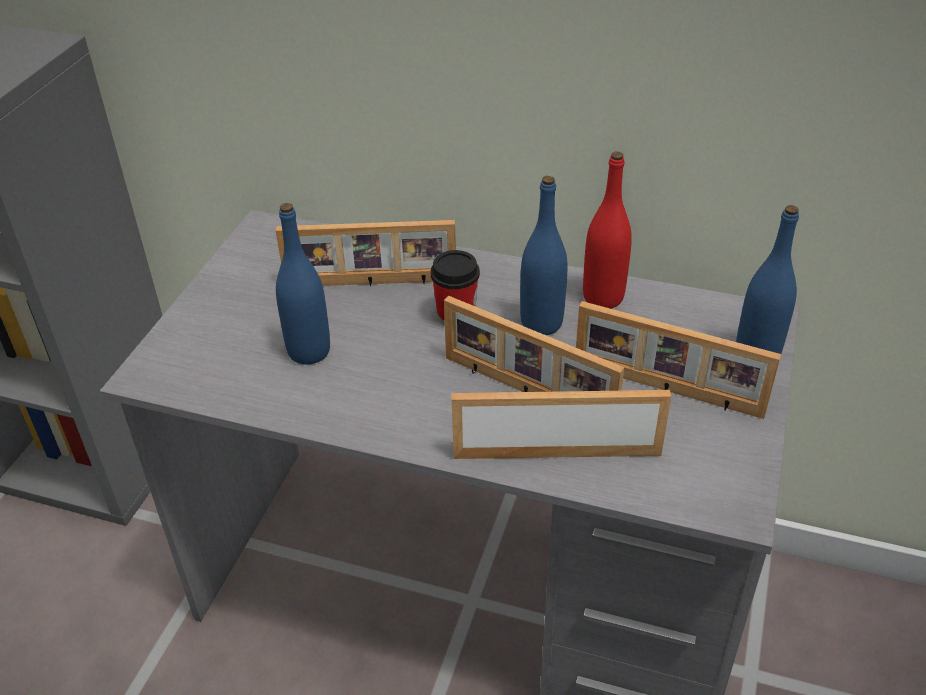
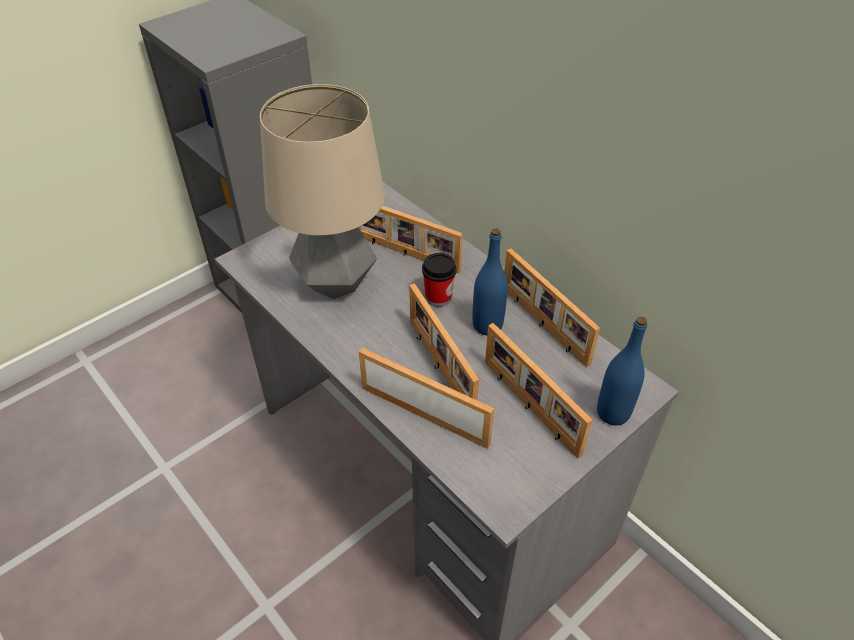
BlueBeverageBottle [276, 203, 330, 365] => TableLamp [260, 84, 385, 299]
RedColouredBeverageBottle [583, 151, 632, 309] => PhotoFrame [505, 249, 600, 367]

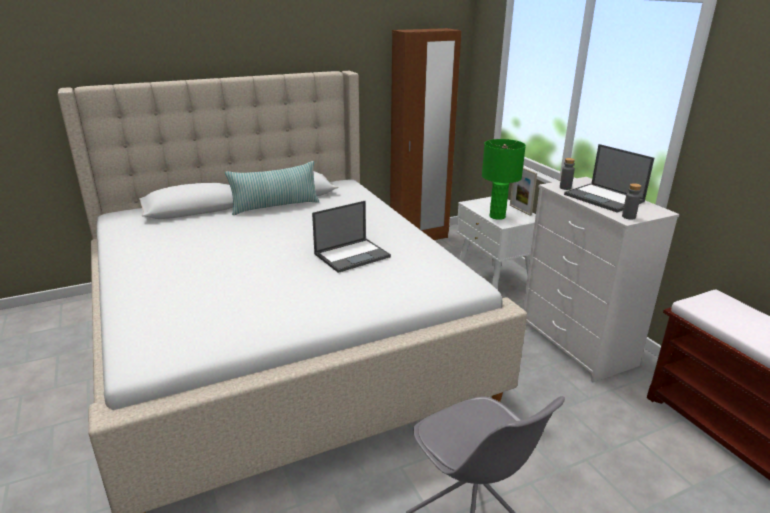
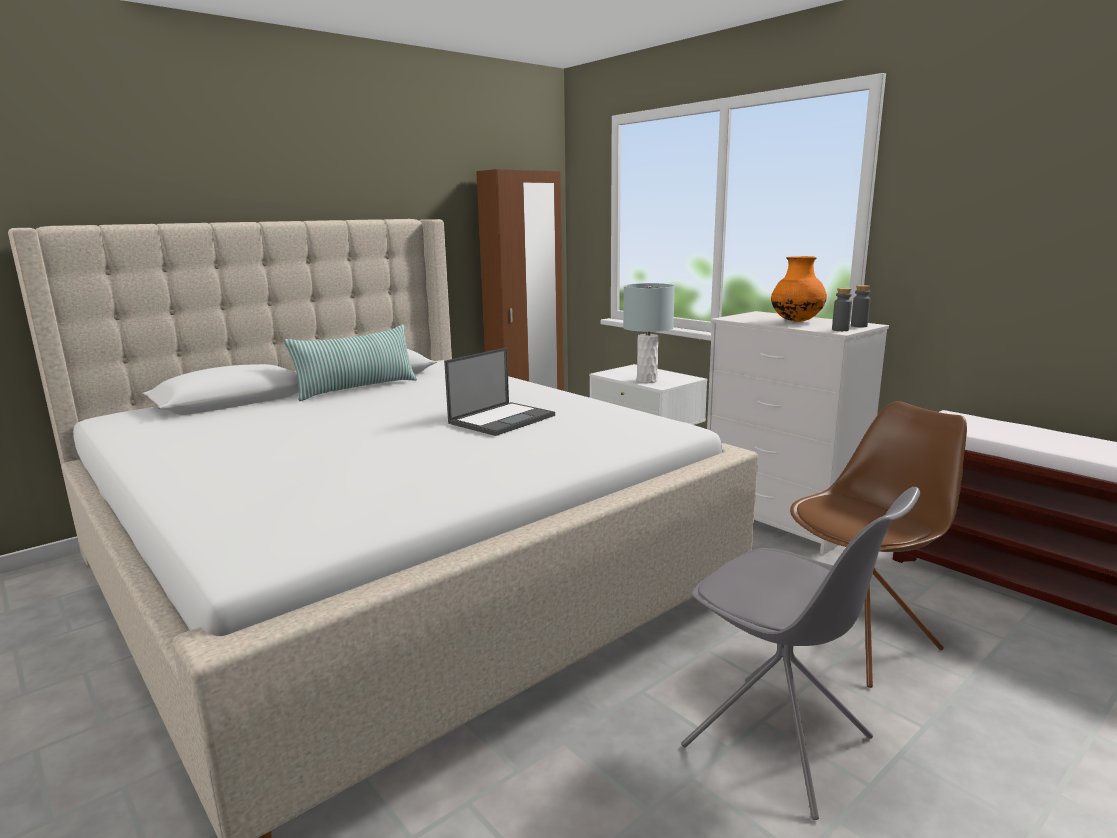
GreenishTableLamp [482, 139, 526, 220] => GreyTableLamp [623, 283, 675, 383]
NotebookComputer [564, 144, 654, 213] => OrangeColouredVase [771, 256, 827, 322]
nothing => BrownUprightChair [790, 401, 967, 688]
GreyBeverageBottle [560, 158, 575, 190] => GreyBeverageBottle [851, 285, 870, 327], move
PhotoFrame [510, 168, 537, 216] => nothing

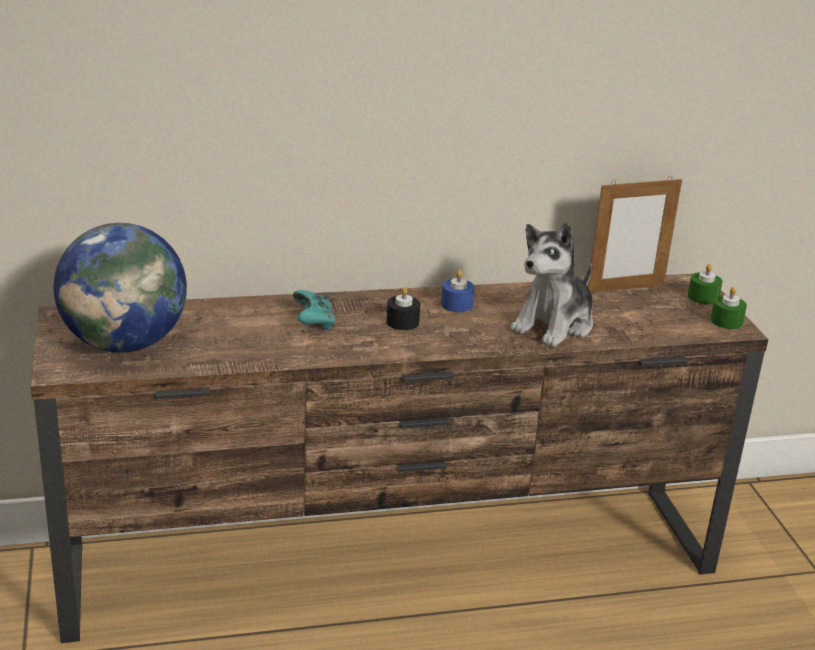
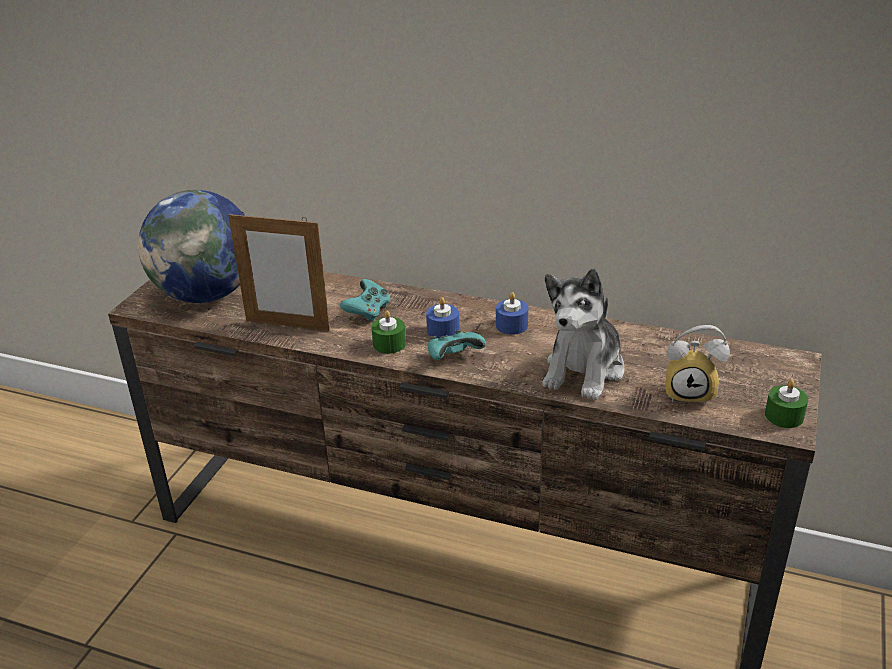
PhotoFrame [588, 176, 682, 293] => PhotoFrame [228, 211, 330, 331], move
GreenishWaxCandle [688, 264, 722, 304] => GreenishWaxCandle [371, 310, 406, 354], move
BlackColouredWaxCandle [386, 287, 420, 330] => BlueWaxCandle [426, 297, 459, 338]
nothing => TurquoiseGamepad [427, 330, 486, 360]
SoftToy [510, 222, 593, 347] => SoftToy [542, 269, 624, 400], 45 degrees counterclockwise
nothing => AlarmClock [665, 325, 730, 405]

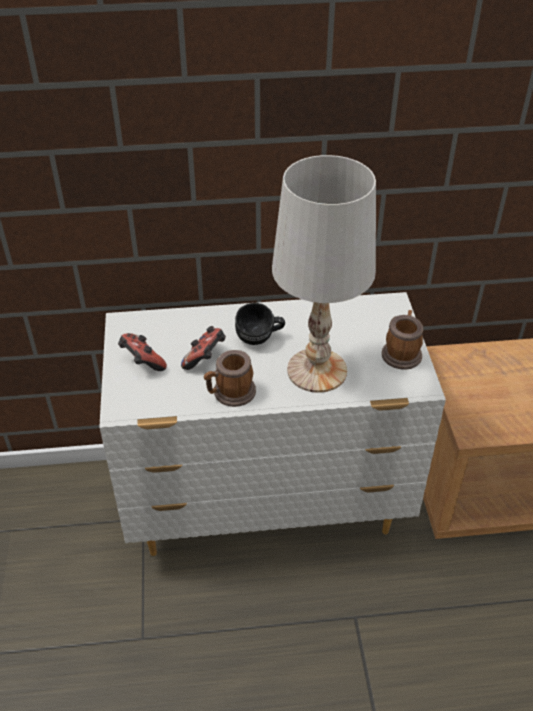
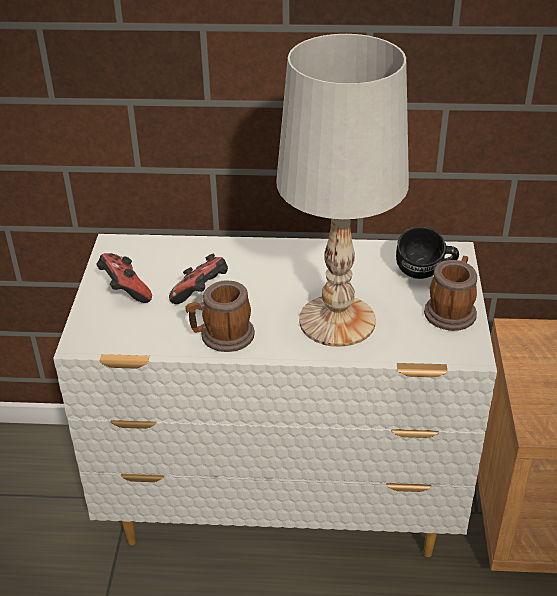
BlackColouredCoffeeMug [235, 303, 285, 345] => BlackColouredCoffeeMug [396, 227, 459, 279], move

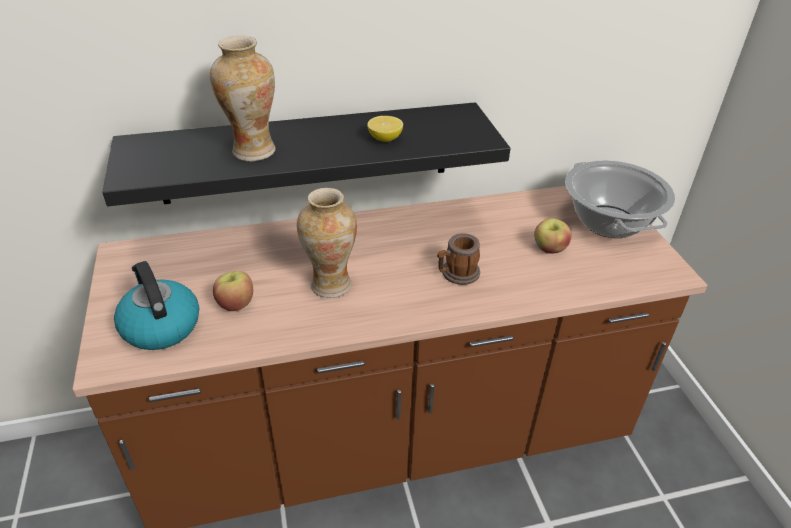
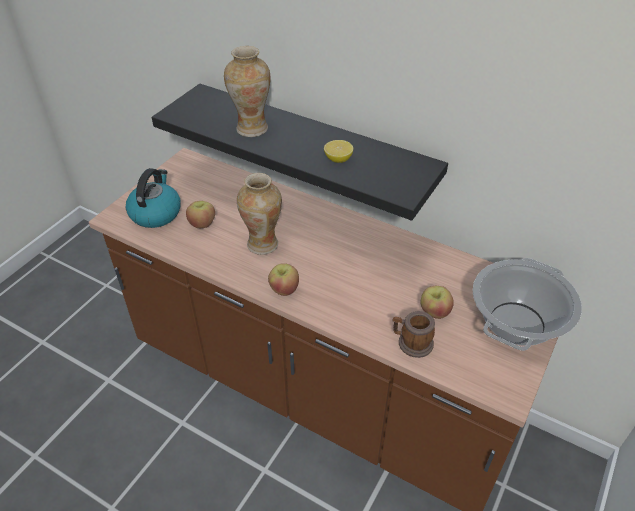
nothing => Apple [268, 263, 299, 296]
CoffeeMug [437, 233, 480, 285] => CoffeeMug [393, 311, 435, 358], move

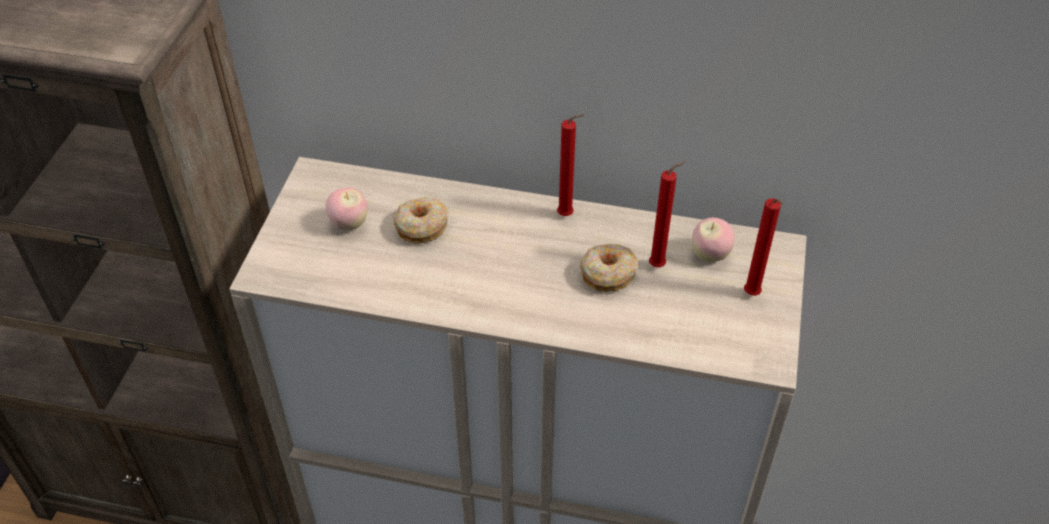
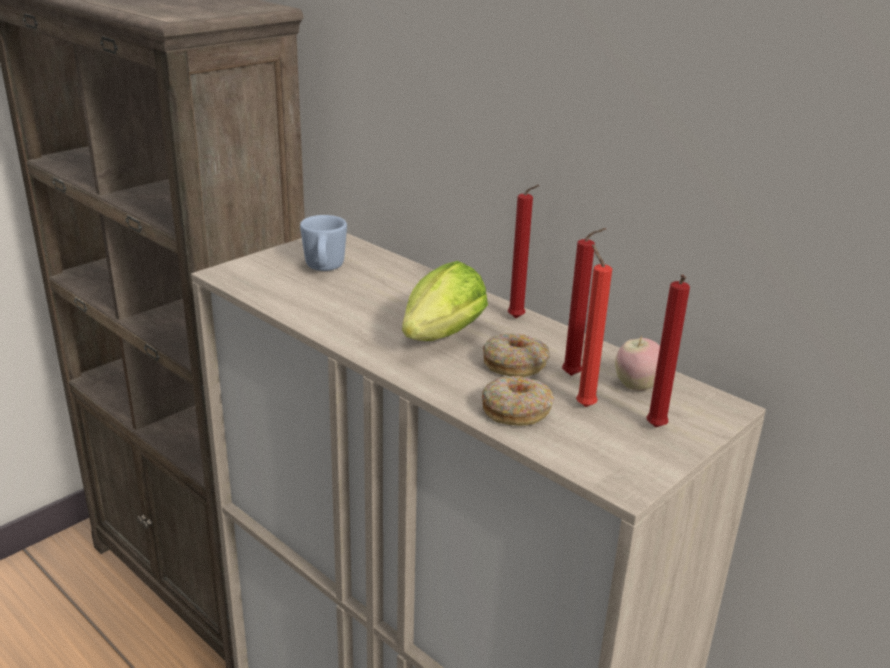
Apple [325, 187, 368, 230] => BlueCoffeeMug [300, 215, 347, 271]
nothing => HeadOfLettuce [402, 261, 488, 341]
RingDoughnut [394, 197, 449, 244] => RingDoughnut [482, 376, 554, 426], move
nothing => RedColouredWaxCandle [576, 244, 612, 407]

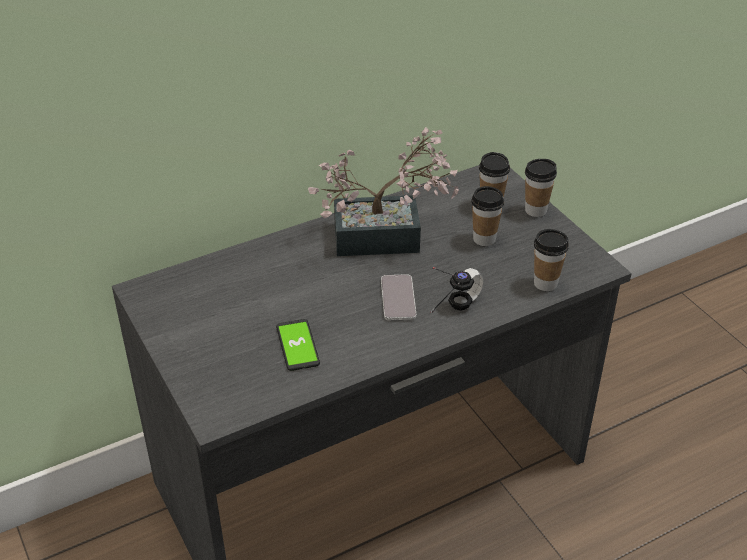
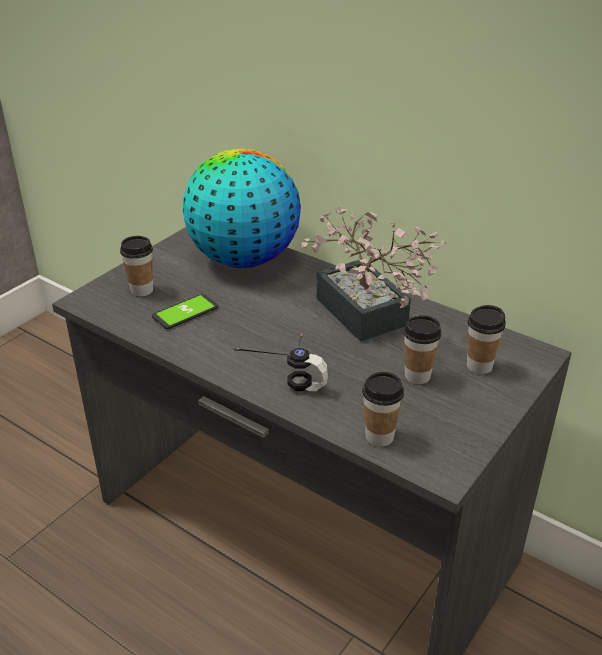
SmallCup [525, 159, 557, 217] => SmallCup [120, 236, 153, 296], move
nothing => WorldGlobe [182, 149, 301, 268]
Phone [381, 274, 416, 321] => nothing

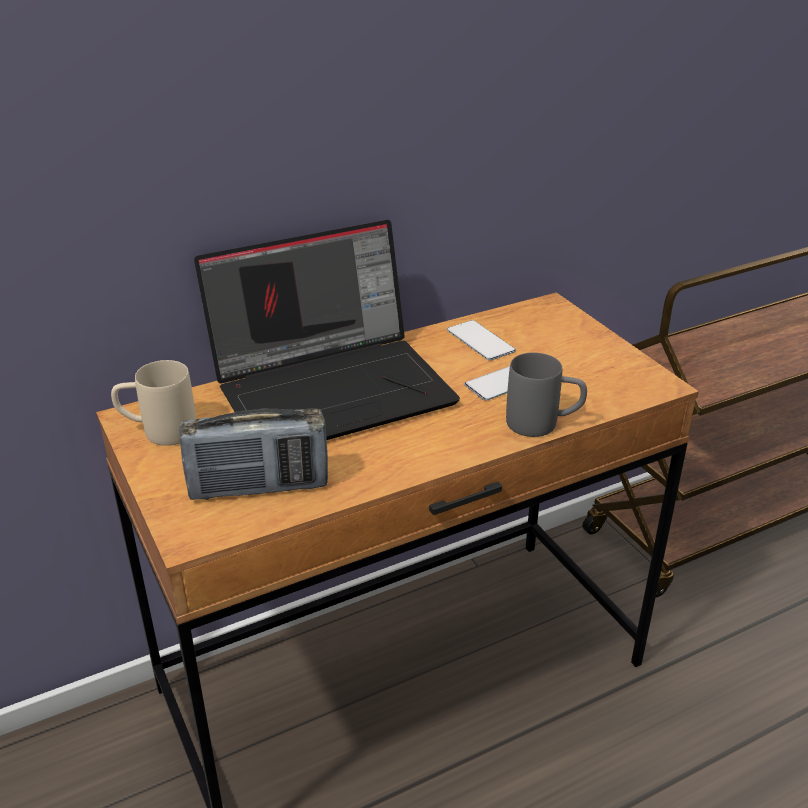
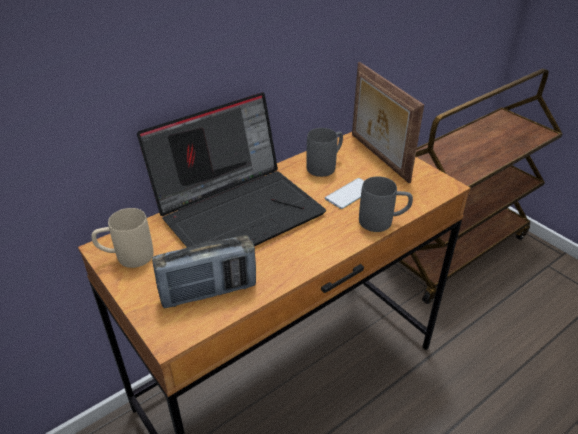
Phone [447, 320, 516, 361] => GreyCoffeeMug [306, 128, 343, 177]
nothing => PhotoFrame [352, 62, 424, 183]

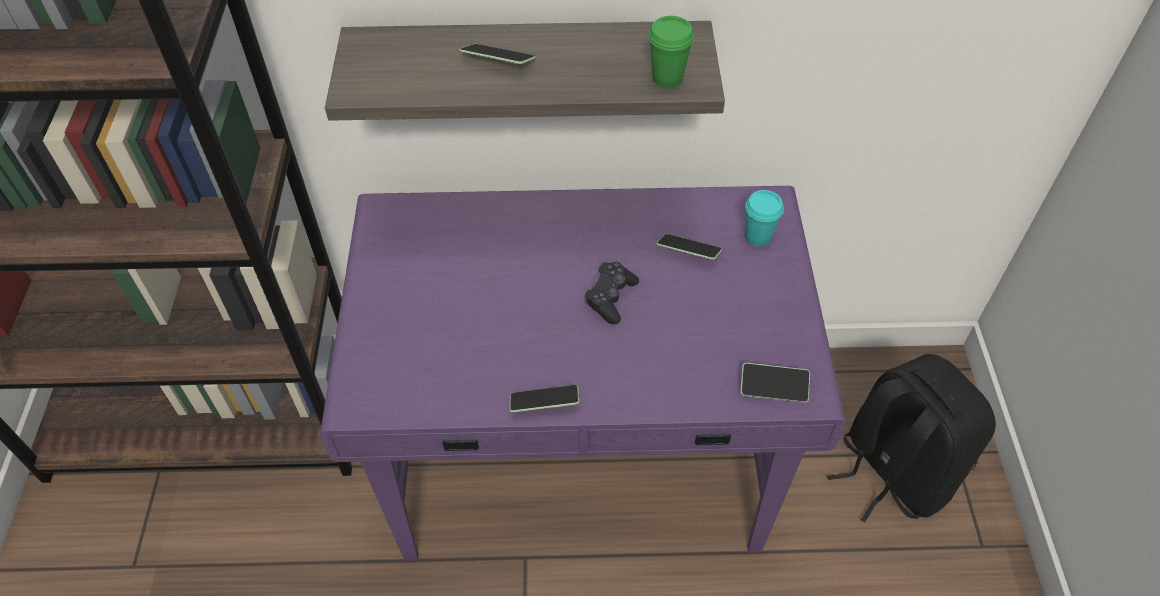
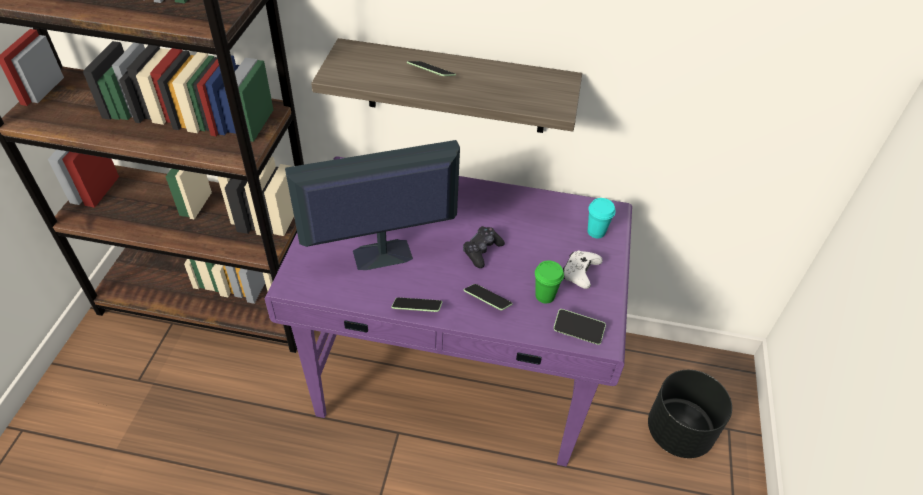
nothing => Monitor [285, 140, 460, 270]
Phone [656, 234, 722, 260] => Phone [463, 284, 513, 310], move
GreenishSmallCup [648, 16, 694, 89] => GreenishSmallCup [535, 260, 564, 303], move
nothing => WhiteGamepad [563, 250, 602, 289]
BlackColouredBackpack [827, 354, 996, 523] => BlackColouredPlanter [648, 370, 732, 458]

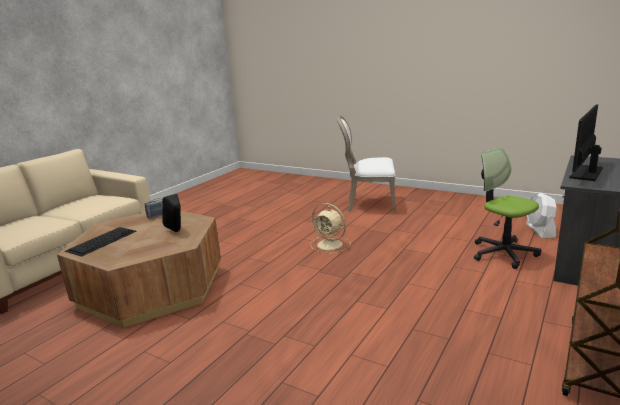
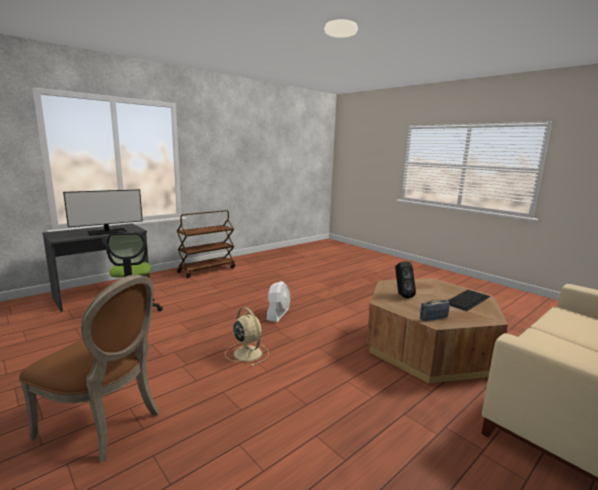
WhiteUprightChair [336, 116, 396, 213] => BrownUprightChair [19, 274, 160, 462]
WhiteCoolingFan [526, 193, 557, 238] => WhiteCoolingFan [267, 281, 290, 322], move

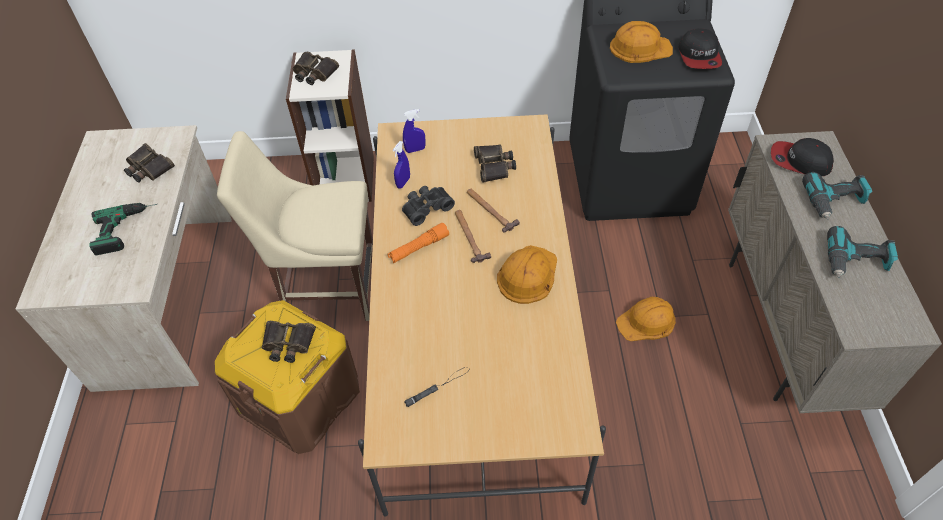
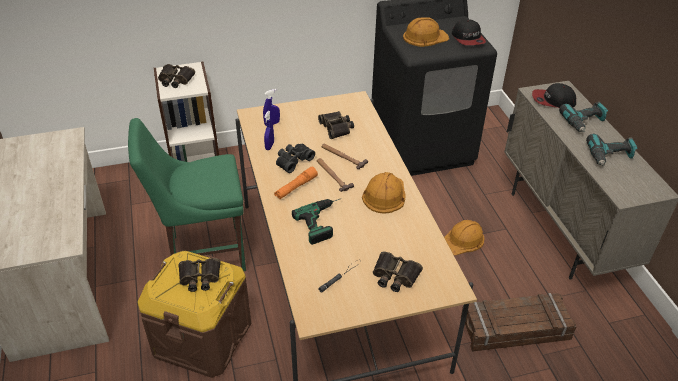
BeigeColouredUprightChair [217, 131, 373, 321] => GreenishUprightChair [128, 118, 246, 271]
Drill [89, 203, 157, 256] => Drill [292, 198, 342, 245], move
Binoculars [124, 143, 175, 183] => Binoculars [373, 251, 423, 292], move
nothing => PackingCrate [461, 293, 576, 352]

